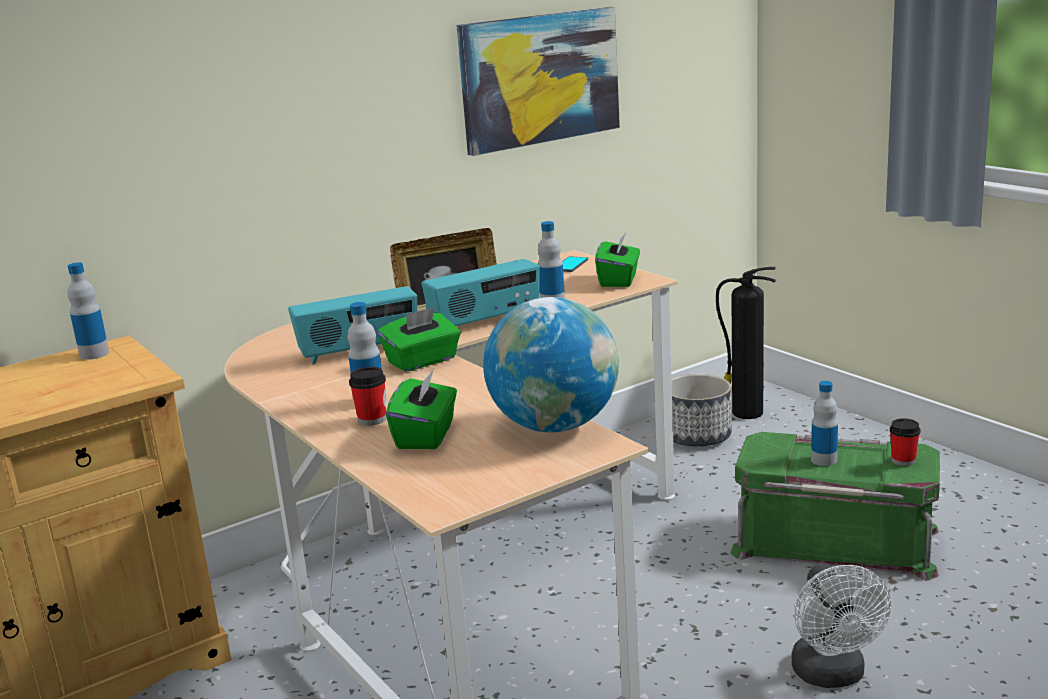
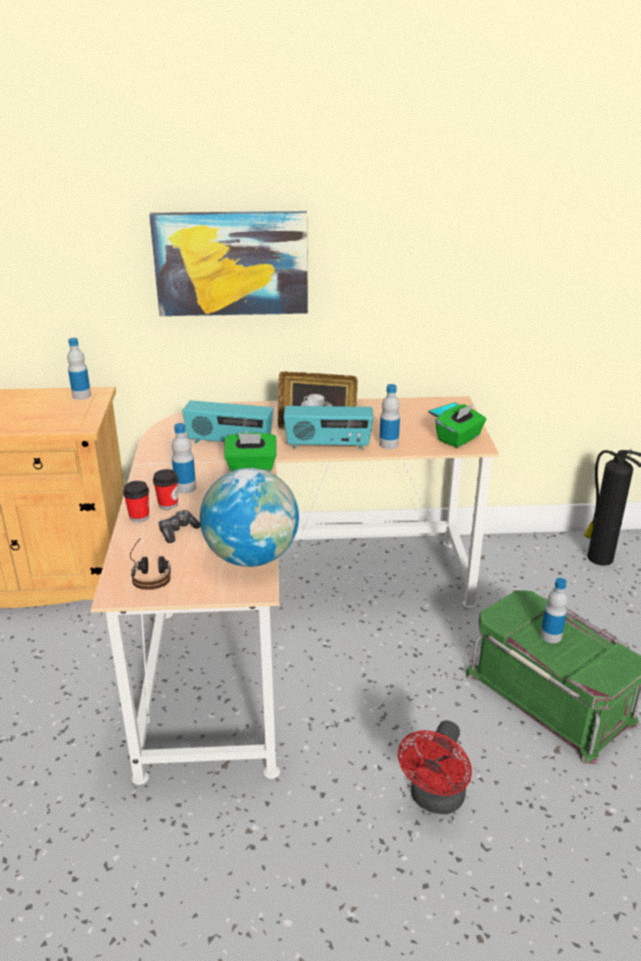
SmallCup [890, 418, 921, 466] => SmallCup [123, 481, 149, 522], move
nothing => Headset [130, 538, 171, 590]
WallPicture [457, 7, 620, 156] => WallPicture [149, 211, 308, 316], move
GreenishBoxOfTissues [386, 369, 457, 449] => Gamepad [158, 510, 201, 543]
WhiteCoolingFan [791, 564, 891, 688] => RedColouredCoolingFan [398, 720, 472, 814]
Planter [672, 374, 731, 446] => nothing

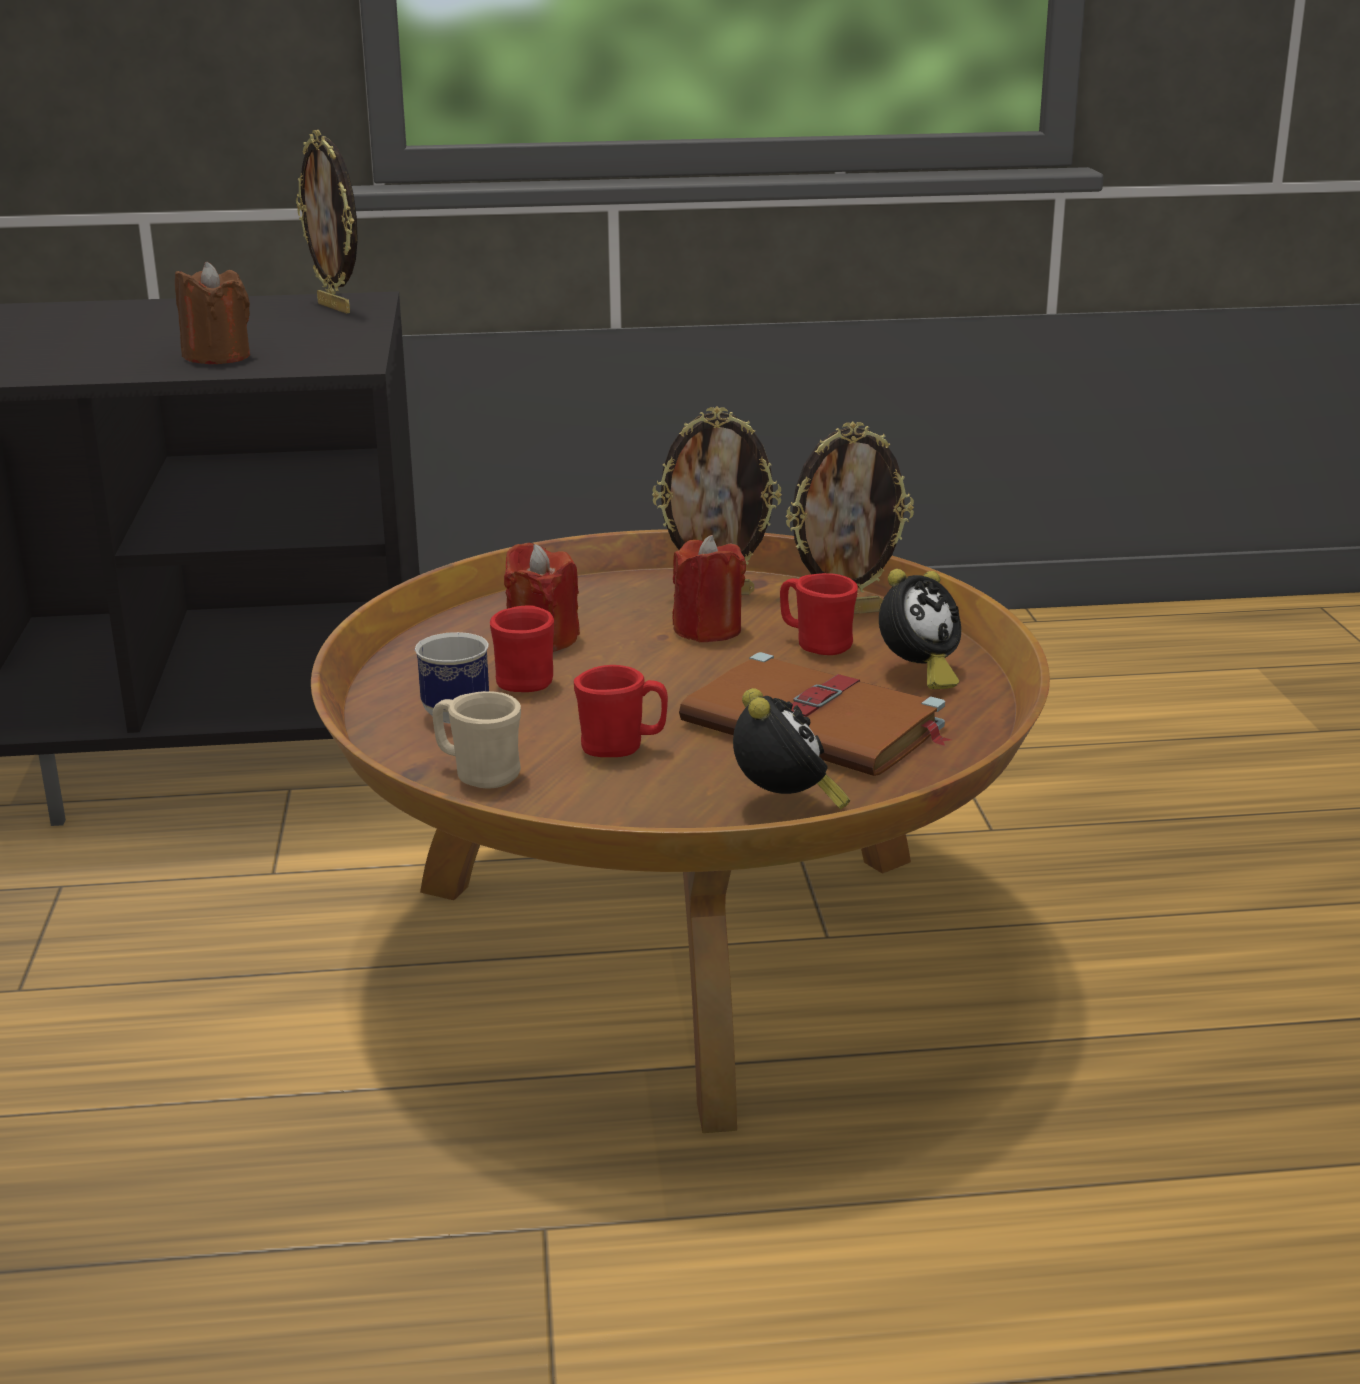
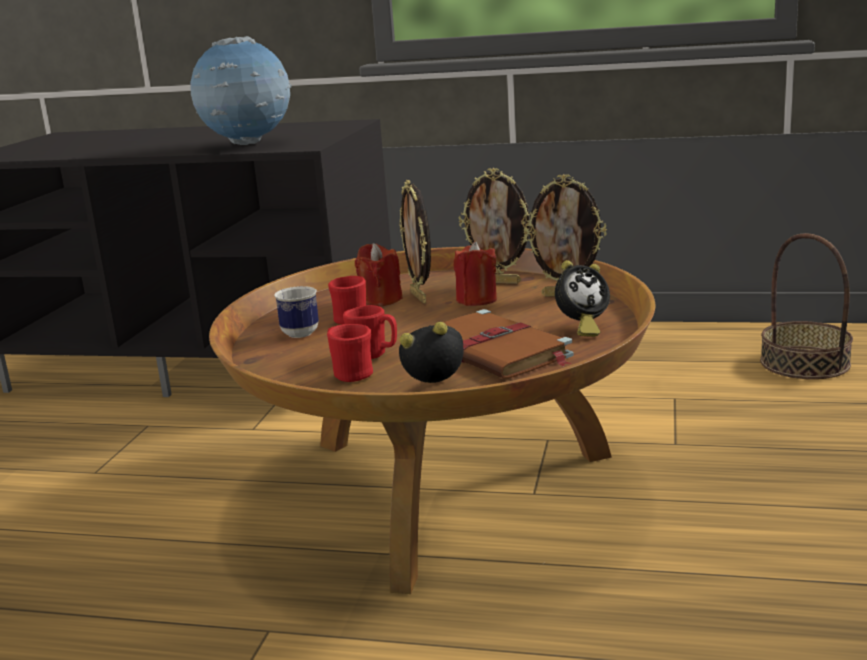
BrownWaxCandle [175, 262, 250, 364] => WorldGlobe [190, 36, 292, 145]
RedColouredCoffeeMug [780, 573, 858, 655] => RedColouredCoffeeMug [327, 324, 373, 382], move
PhotoFrame [296, 130, 358, 314] => PhotoFrame [399, 180, 431, 304], move
AlarmClock [733, 688, 850, 810] => AlarmClock [399, 322, 464, 383], 105 degrees counterclockwise
nothing => HouseholdBasket [760, 233, 853, 379]
BeigeColouredCoffeeMug [432, 691, 521, 788] => nothing

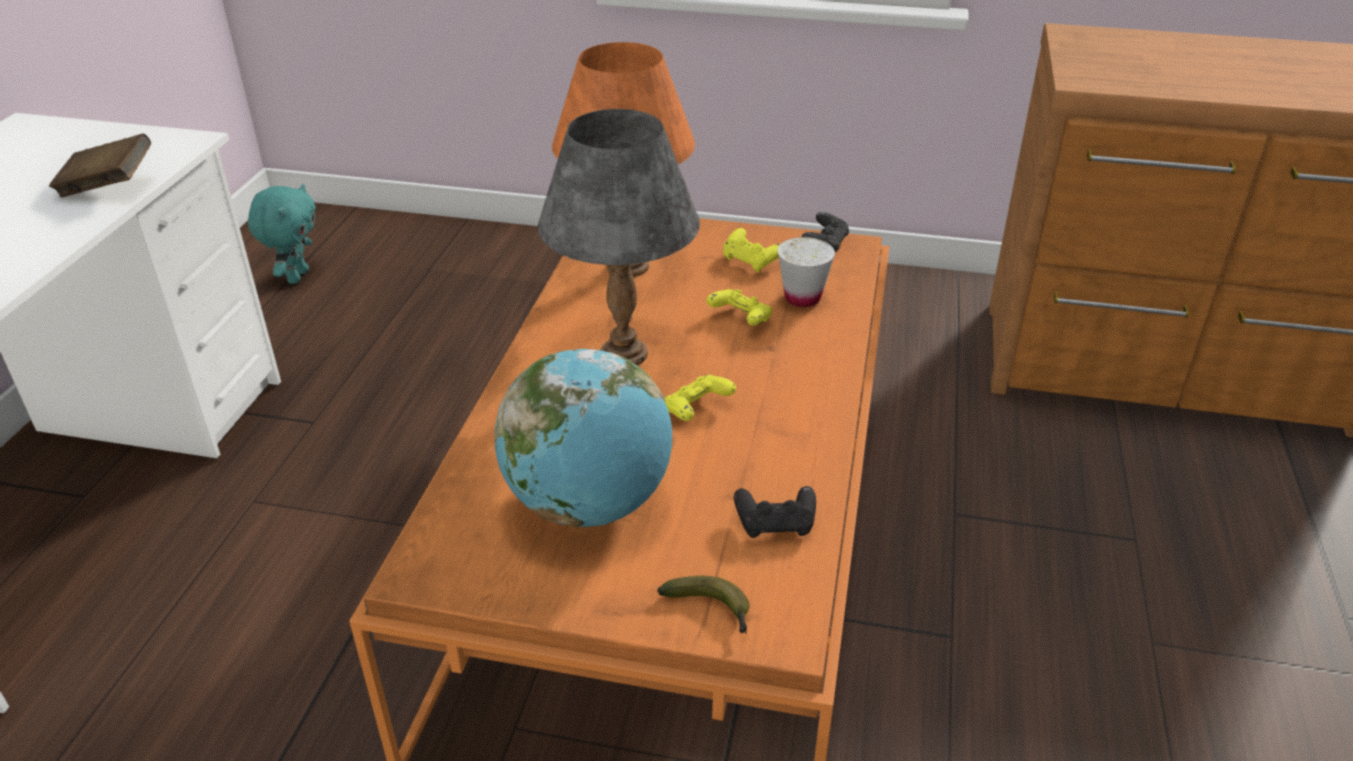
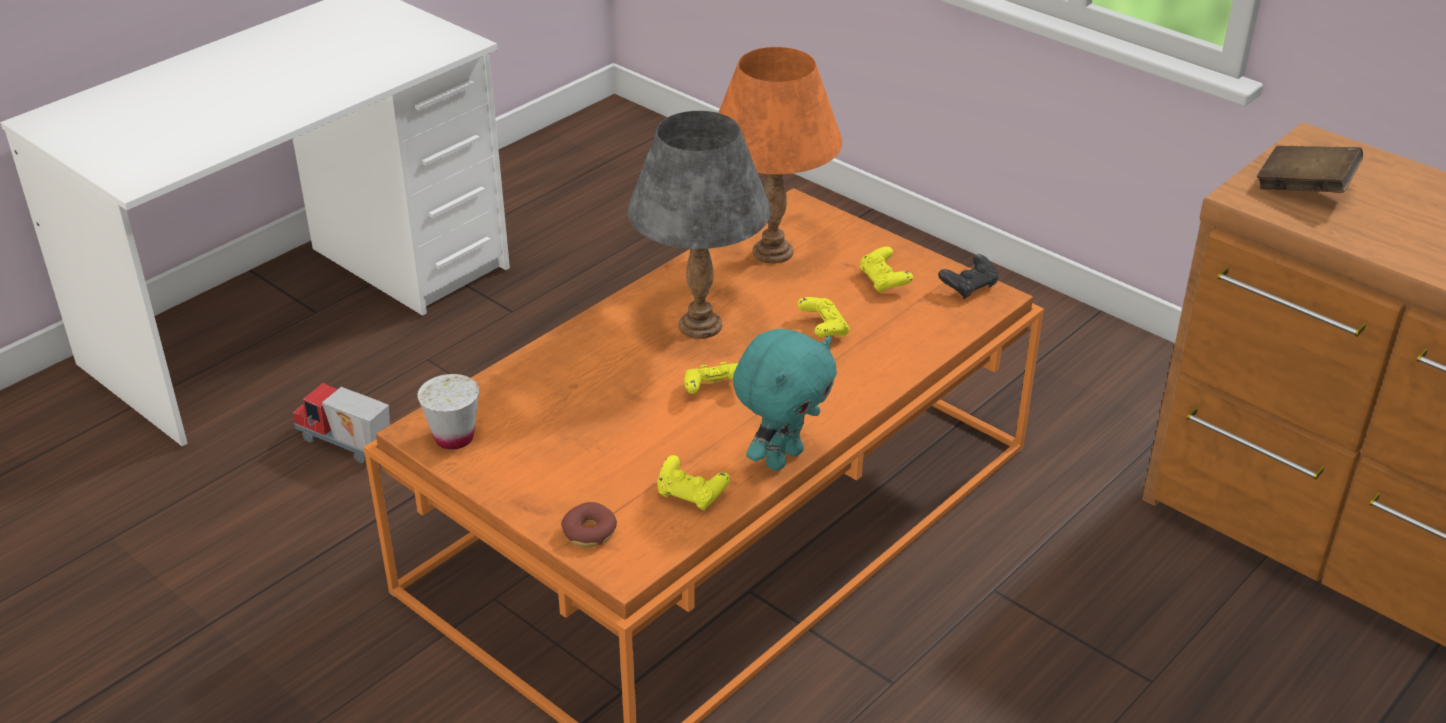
nothing => ToyTruck [293, 383, 390, 463]
WhiteSmallCup [778, 237, 835, 307] => WhiteSmallCup [417, 374, 479, 450], move
WholeBanana [657, 576, 749, 634] => RingDoughnut [561, 502, 617, 547]
BlackColouredGamepad [734, 486, 816, 538] => YellowColouredGamepad [657, 455, 730, 510]
TurquoiseSoftToy [248, 184, 316, 284] => TurquoiseSoftToy [733, 329, 837, 471], move
BrownVolume [49, 134, 151, 198] => BrownVolume [1257, 145, 1363, 193], move
WorldGlobe [495, 349, 672, 527] => nothing

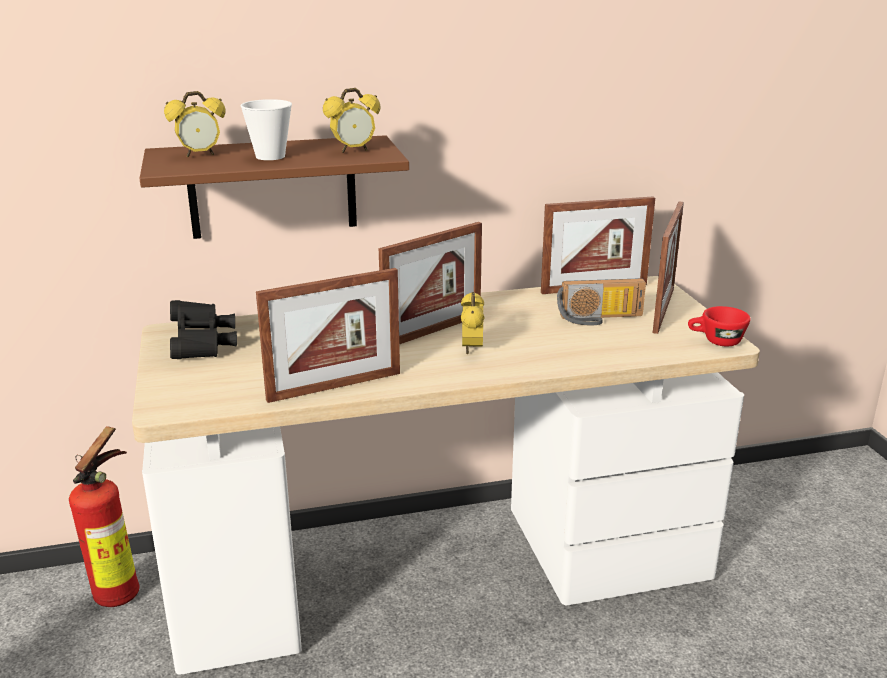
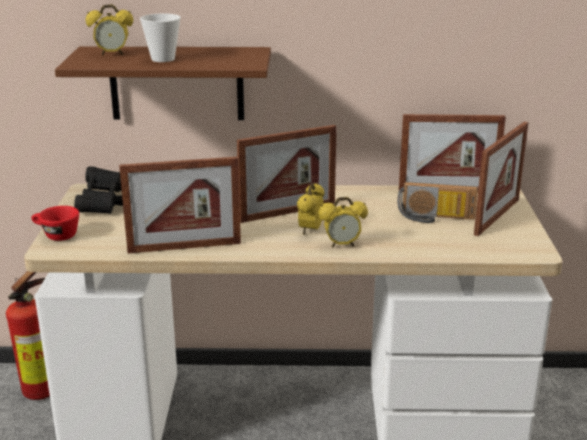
RedColouredSmallCup [688, 306, 751, 346] => RedColouredSmallCup [31, 206, 79, 241], move
AlarmClock [323, 88, 380, 153] => AlarmClock [318, 197, 368, 247], move

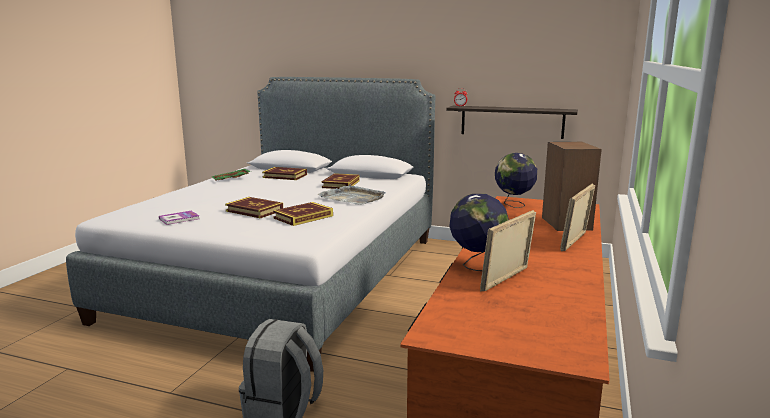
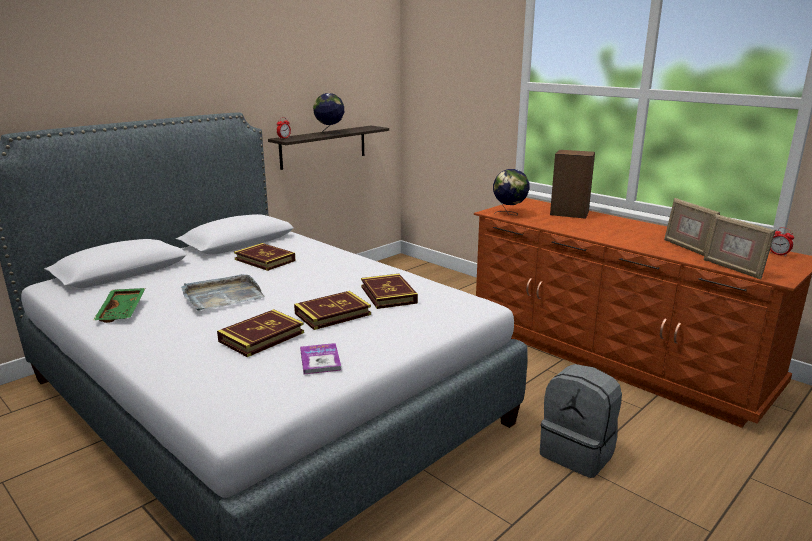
GreyCarryingTray [318, 185, 385, 205] => GreyCarryingTray [181, 274, 265, 311], move
Volume [262, 167, 307, 180] => Volume [217, 309, 304, 357], move
WorldGlobe [450, 194, 509, 271] => WorldGlobe [313, 93, 344, 135], move
PhotoFrame [560, 184, 595, 251] => PhotoFrame [704, 214, 775, 279], move
nothing => AlarmClock [770, 227, 794, 256]

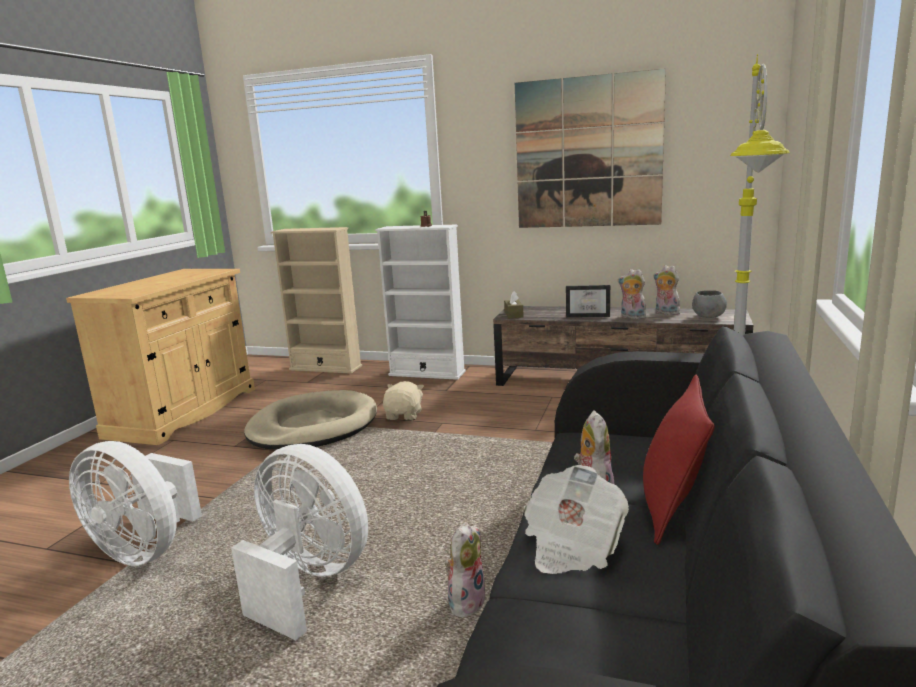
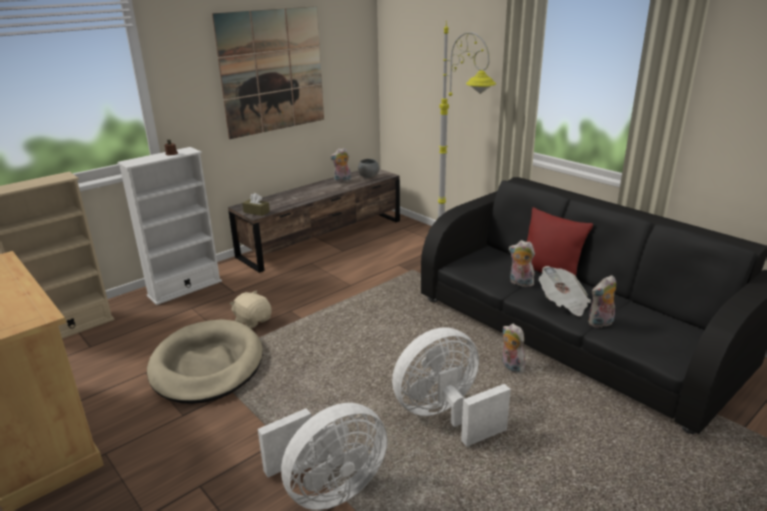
SoftToy [618, 269, 647, 319] => SoftToy [588, 275, 616, 328], move
PhotoFrame [566, 285, 610, 318] => nothing

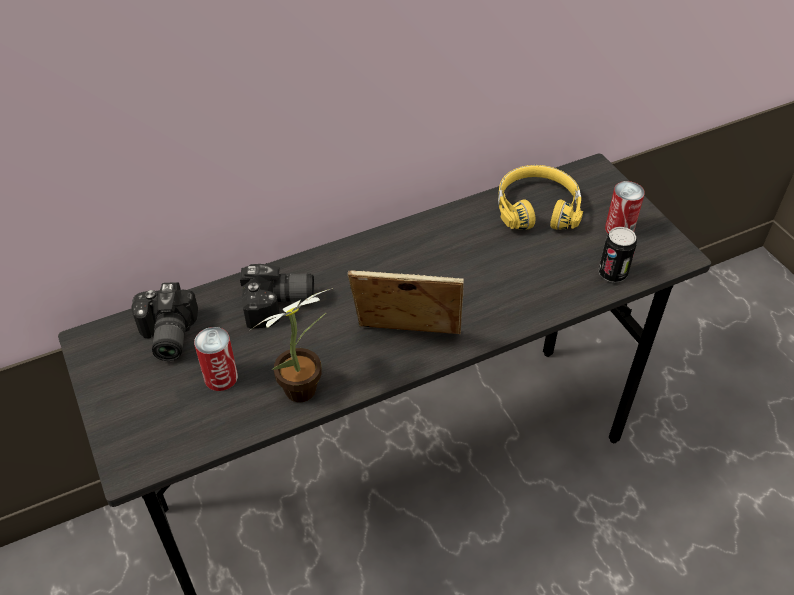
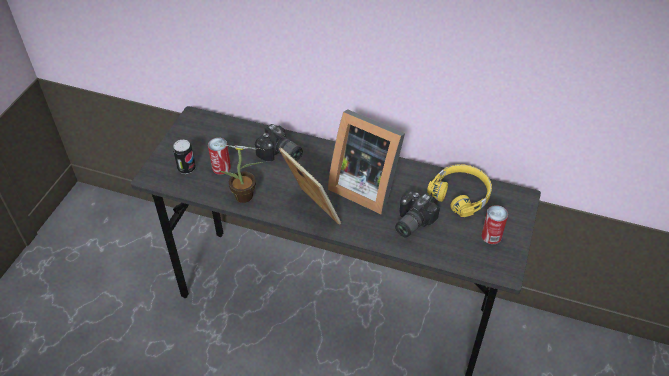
Can [598, 227, 637, 283] => Can [173, 140, 196, 174], move
nothing => PhotoFrame [328, 109, 405, 215]
PhotoCamera [132, 282, 198, 361] => PhotoCamera [395, 191, 440, 237], move

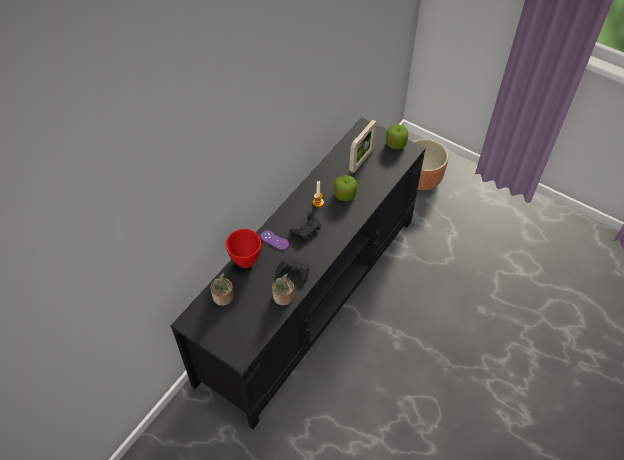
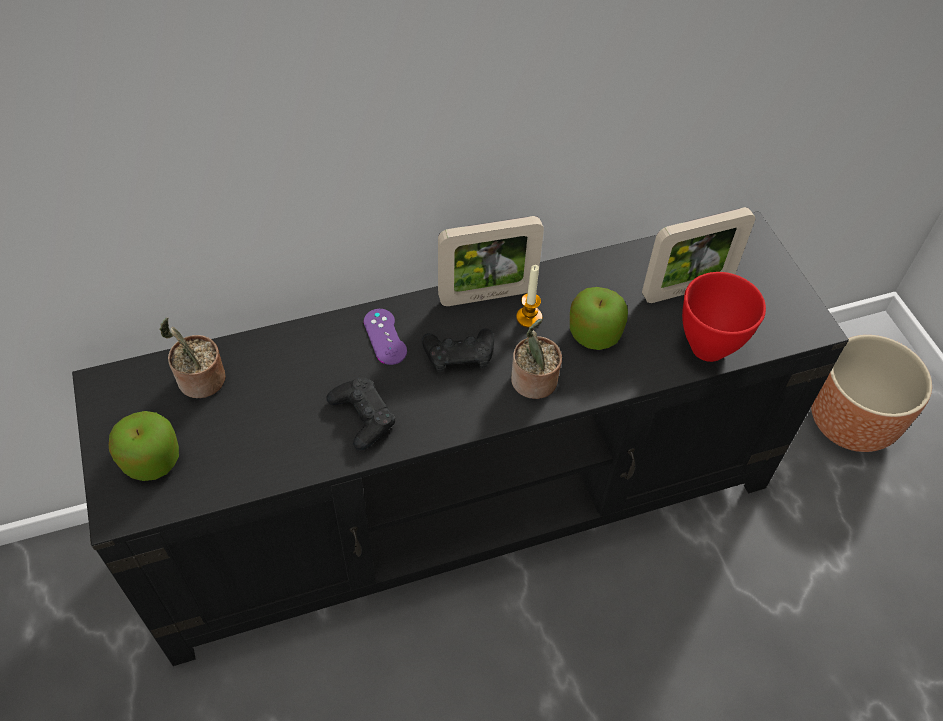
Apple [386, 124, 408, 149] => Apple [109, 411, 179, 481], move
nothing => PhotoFrame [438, 216, 544, 306]
PottedPlant [272, 274, 294, 305] => PottedPlant [511, 319, 562, 399], move
RedColouredServingBowl [225, 229, 261, 268] => RedColouredServingBowl [682, 272, 766, 362], move

